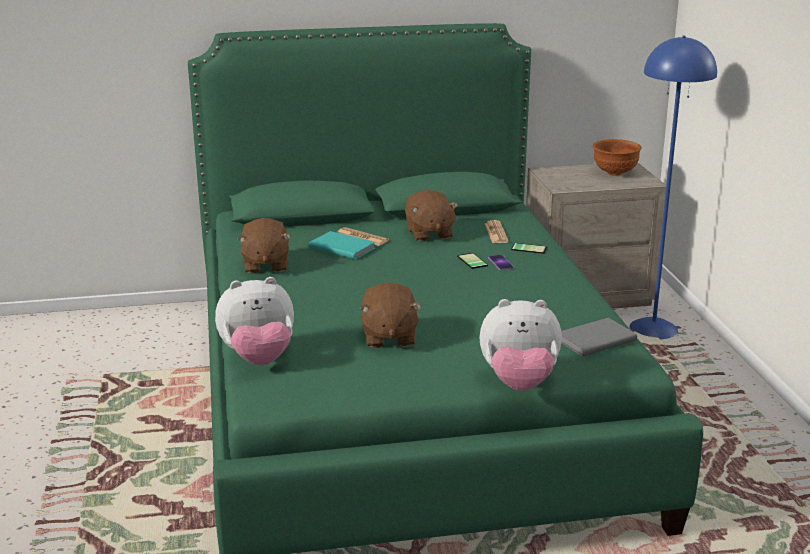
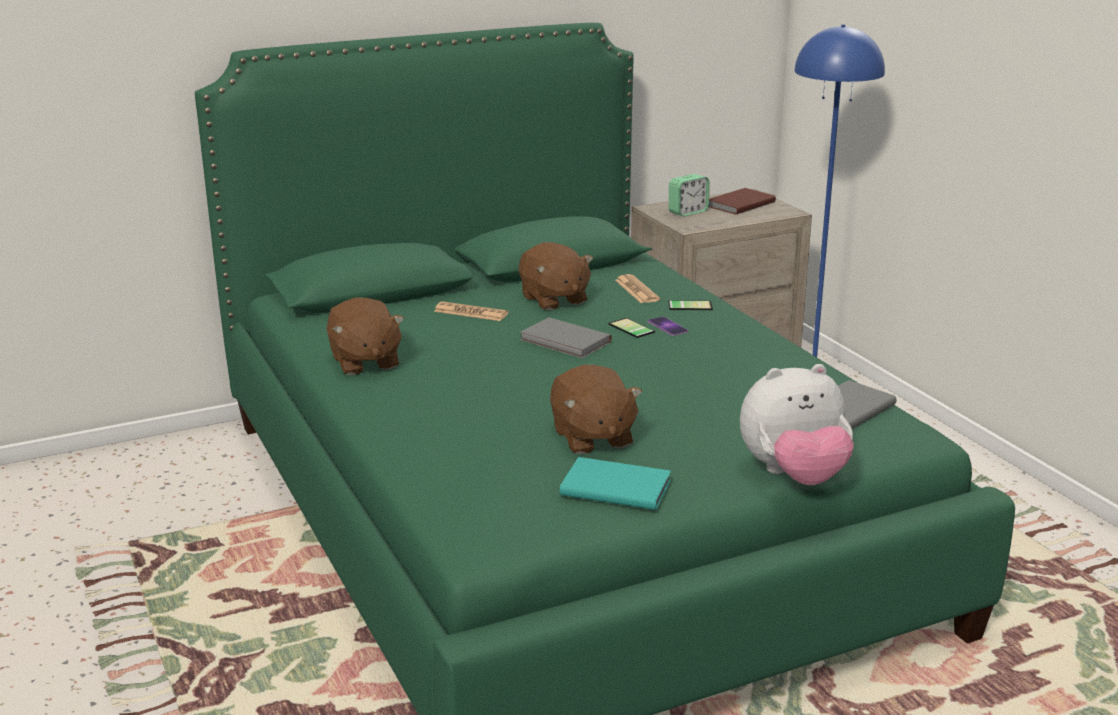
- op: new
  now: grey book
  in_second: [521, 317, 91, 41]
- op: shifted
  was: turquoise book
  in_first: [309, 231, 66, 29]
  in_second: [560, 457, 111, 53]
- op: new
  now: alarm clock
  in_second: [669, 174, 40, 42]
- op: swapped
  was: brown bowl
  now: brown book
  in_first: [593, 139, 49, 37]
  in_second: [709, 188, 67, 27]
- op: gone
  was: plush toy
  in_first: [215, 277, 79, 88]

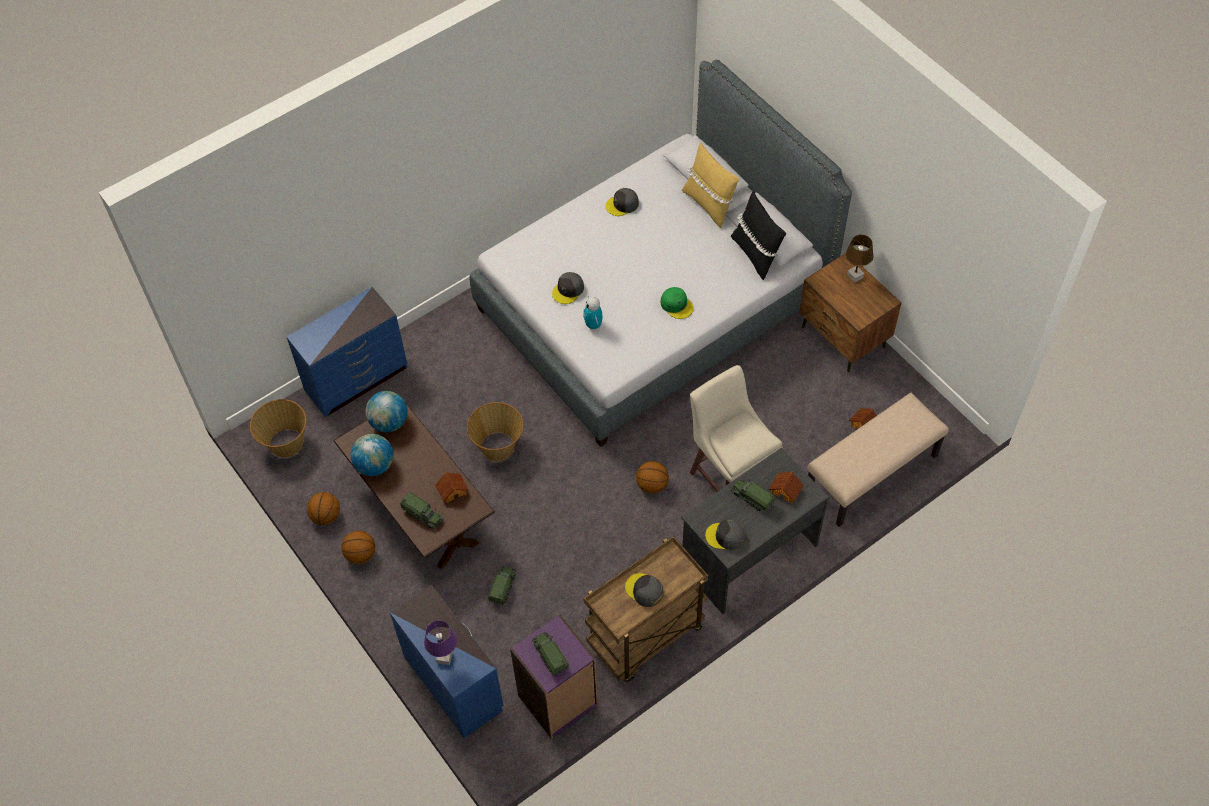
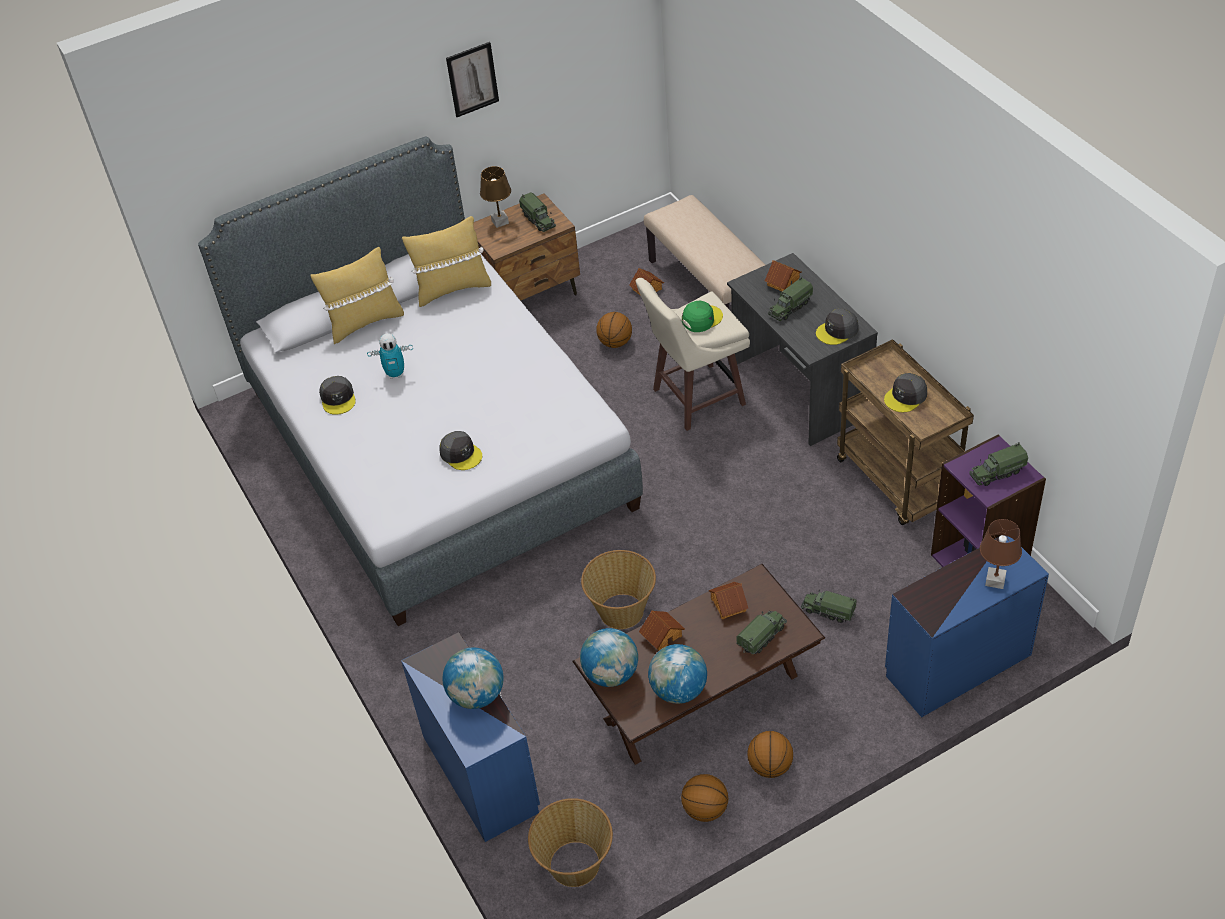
- op: shifted
  was: toy robot
  in_first: [583, 296, 20, 34]
  in_second: [367, 333, 46, 46]
- op: repainted
  was: black pillow
  now: yellow pillow
  in_first: [731, 191, 55, 89]
  in_second: [402, 216, 89, 91]
- op: new
  now: globe
  in_second: [442, 648, 62, 61]
- op: new
  now: picture
  in_second: [446, 42, 53, 75]
- op: new
  now: toy truck
  in_second: [519, 192, 37, 40]
- op: shifted
  was: basketball
  in_first: [636, 461, 33, 33]
  in_second: [596, 312, 36, 36]
- op: new
  now: toy house
  in_second: [639, 610, 46, 41]
- op: shifted
  was: green cap
  in_first: [660, 287, 34, 32]
  in_second: [682, 301, 41, 31]
- op: rotated
  was: grey cap
  in_first: [705, 519, 40, 31]
  in_second: [816, 309, 43, 36]
  clockwise: 45
- op: repainted
  was: purple table lamp
  now: brown table lamp
  in_first: [424, 620, 33, 45]
  in_second: [980, 519, 42, 70]

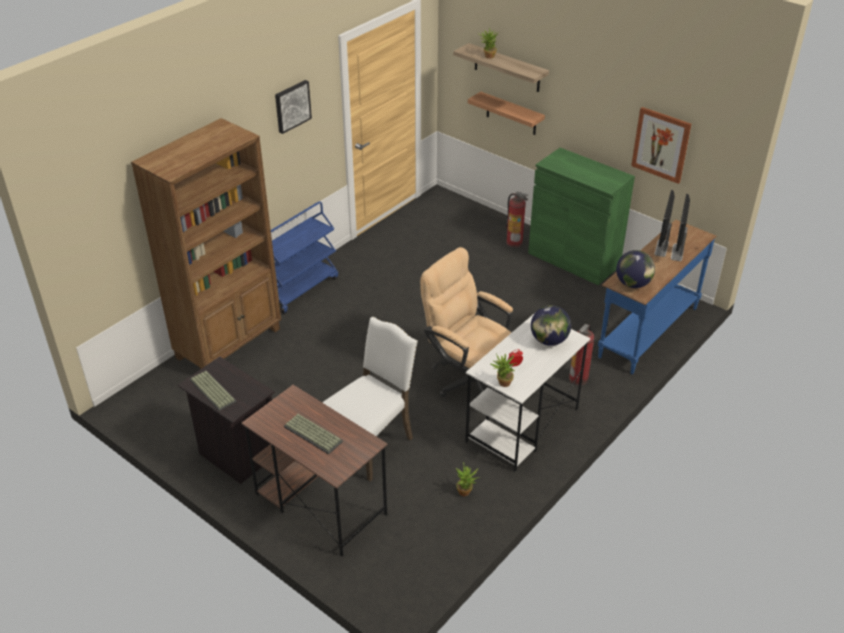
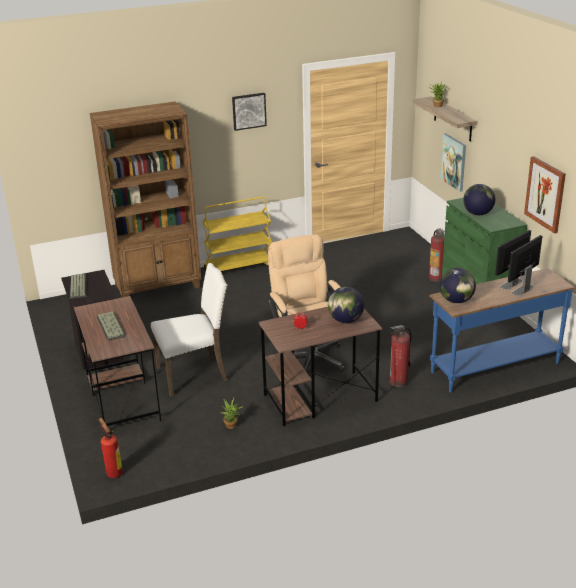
- op: new
  now: fire extinguisher
  in_second: [98, 417, 25, 61]
- op: repainted
  was: blue cart
  now: yellow cart
  in_first: [271, 201, 67, 113]
  in_second: [202, 196, 70, 75]
- op: repainted
  was: white desk
  now: brown desk
  in_first: [465, 313, 125, 159]
  in_second: [259, 307, 123, 119]
- op: swapped
  was: shelf
  now: picture
  in_first: [468, 92, 77, 43]
  in_second: [440, 133, 26, 59]
- op: new
  now: globe
  in_second: [463, 184, 32, 31]
- op: gone
  was: potted plant
  in_first: [491, 354, 26, 33]

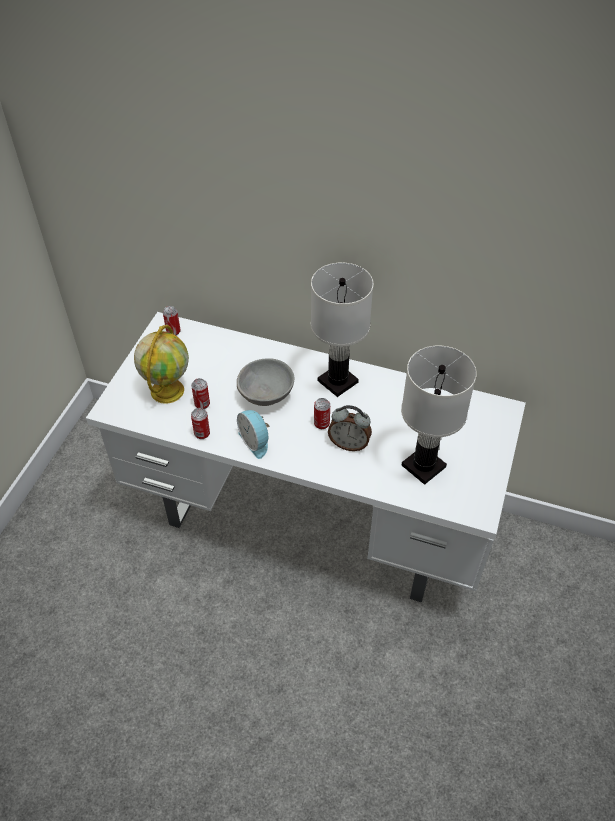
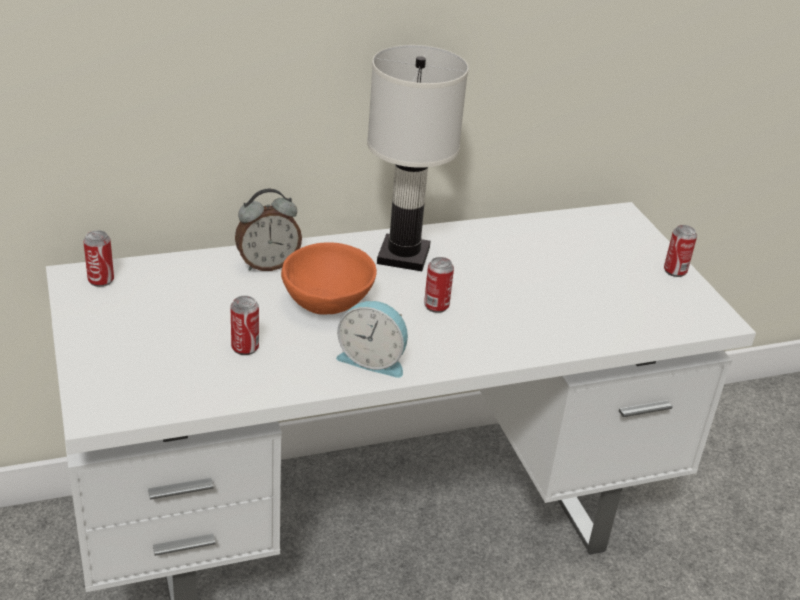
- op: shifted
  was: alarm clock
  in_first: [328, 405, 44, 46]
  in_second: [235, 189, 67, 82]
- op: repainted
  was: grey bowl
  now: orange bowl
  in_first: [237, 358, 58, 48]
  in_second: [281, 242, 96, 72]
- op: shifted
  was: can
  in_first: [191, 408, 19, 31]
  in_second: [664, 225, 33, 52]
- op: gone
  was: globe
  in_first: [134, 325, 55, 79]
- op: gone
  was: white table lamp
  in_first: [401, 346, 76, 139]

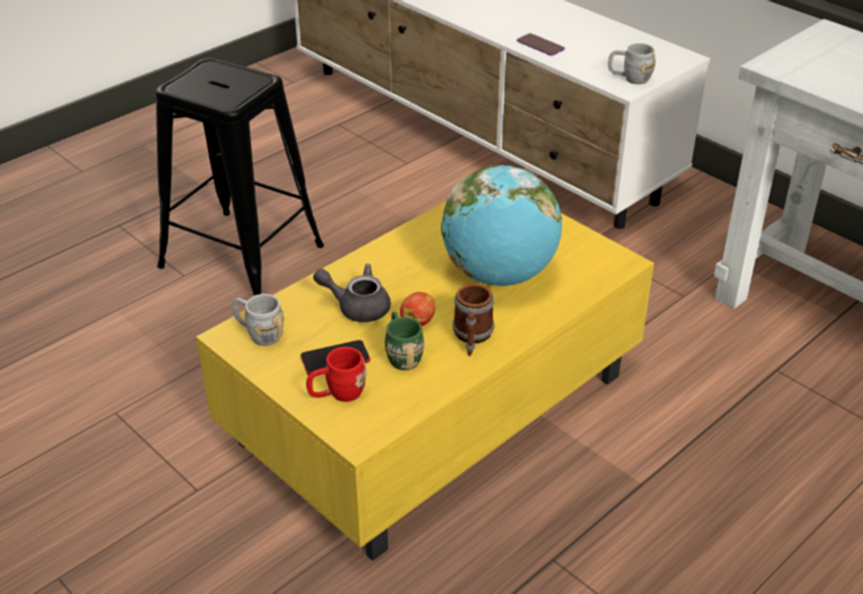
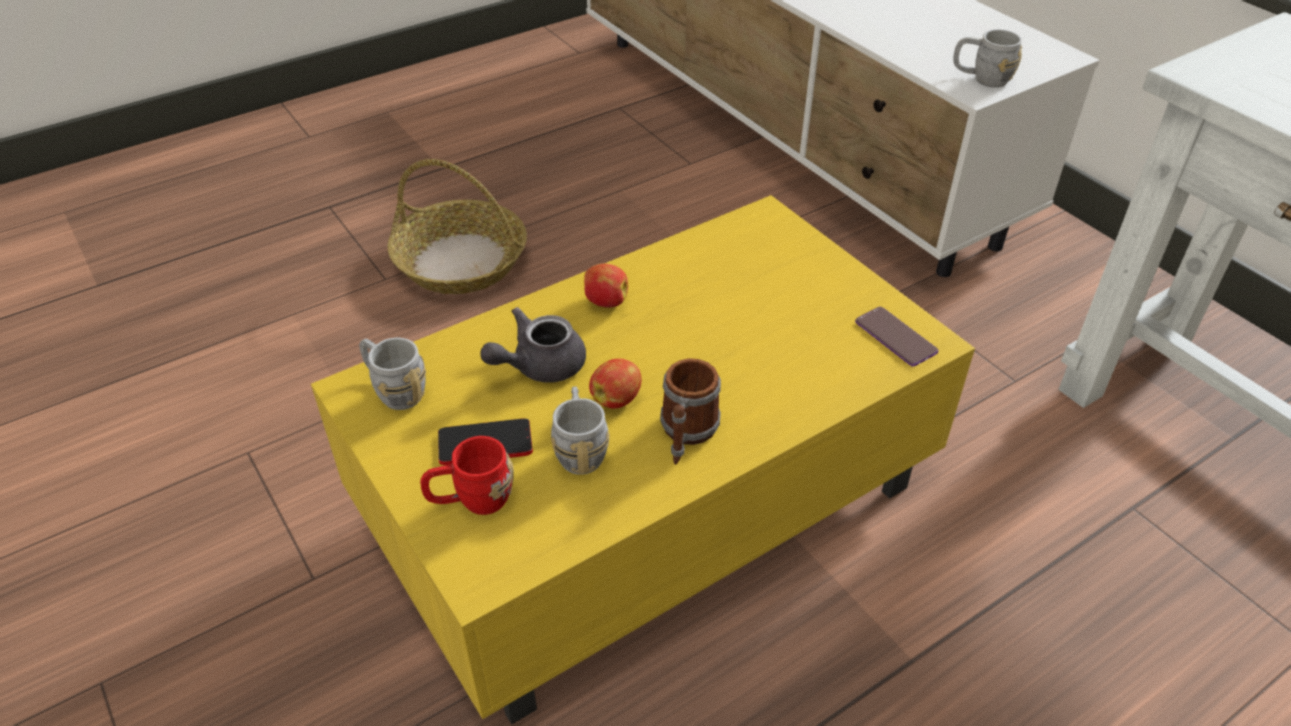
- op: swapped
  was: black stool
  now: basket
  in_first: [156, 58, 168, 238]
  in_second: [388, 159, 139, 135]
- op: rotated
  was: grey teapot
  in_first: [313, 264, 78, 58]
  in_second: [480, 307, 106, 76]
  clockwise: -60
- op: repainted
  was: green mug
  now: grey mug
  in_first: [385, 312, 40, 58]
  in_second: [551, 386, 58, 89]
- op: new
  now: apple
  in_second: [584, 263, 44, 45]
- op: shifted
  was: phone
  in_first: [517, 33, 48, 23]
  in_second: [855, 307, 84, 60]
- op: gone
  was: globe
  in_first: [441, 165, 121, 121]

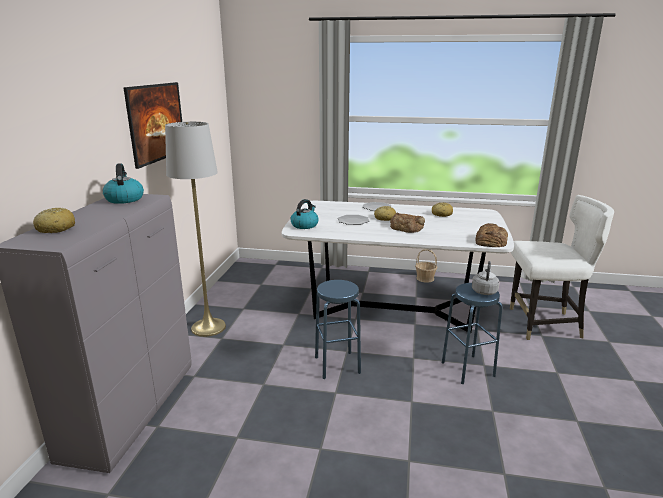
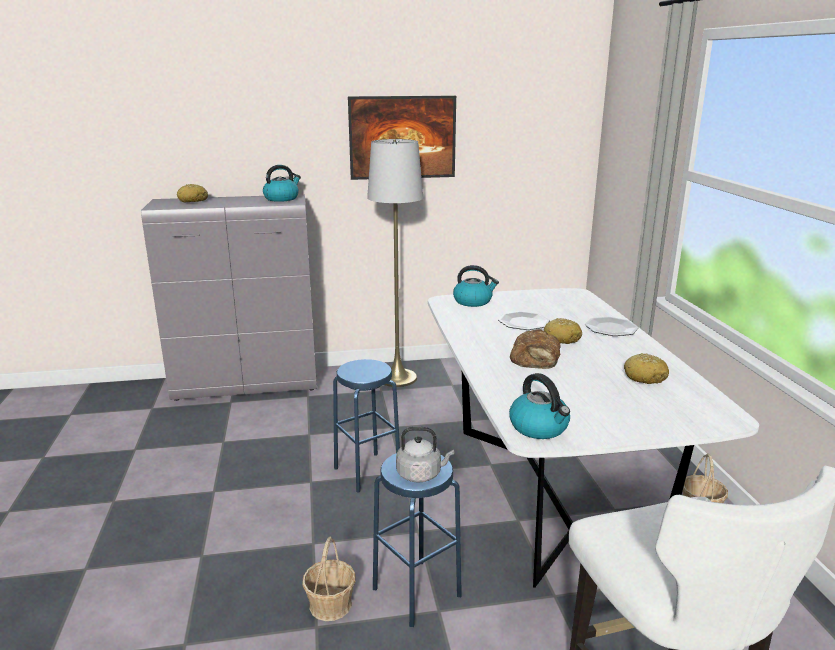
- op: new
  now: basket
  in_second: [302, 537, 54, 84]
- op: swapped
  was: bread
  now: kettle
  in_first: [475, 223, 33, 24]
  in_second: [509, 373, 61, 66]

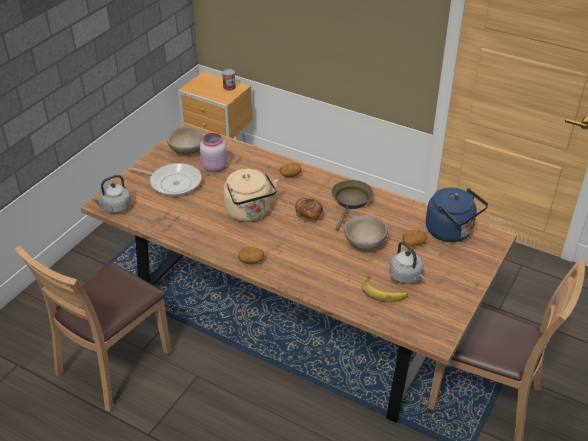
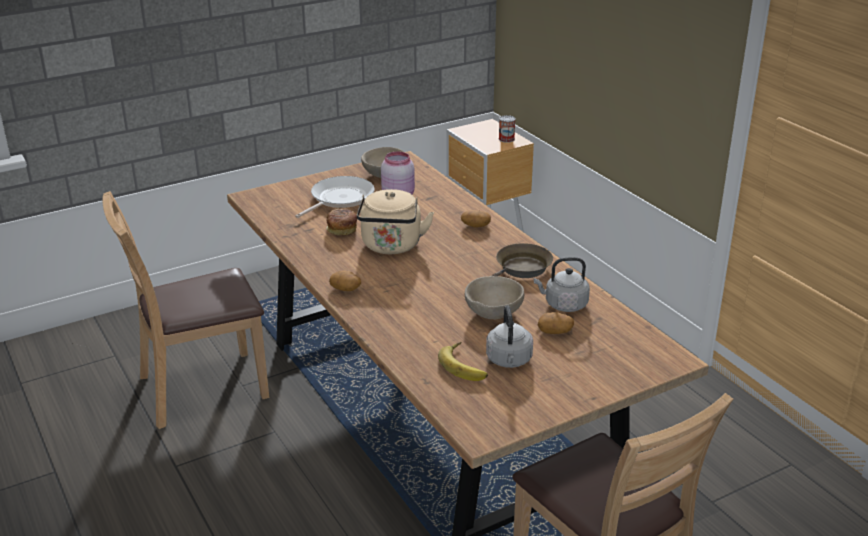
- op: rotated
  was: frying pan
  in_first: [128, 163, 74, 33]
  in_second: [295, 176, 79, 42]
  clockwise: -105
- op: shifted
  was: bread
  in_first: [295, 198, 28, 24]
  in_second: [326, 208, 31, 28]
- op: shifted
  was: grey kettle
  in_first: [90, 175, 42, 38]
  in_second: [534, 257, 56, 55]
- op: gone
  was: blue kettle
  in_first: [426, 188, 62, 54]

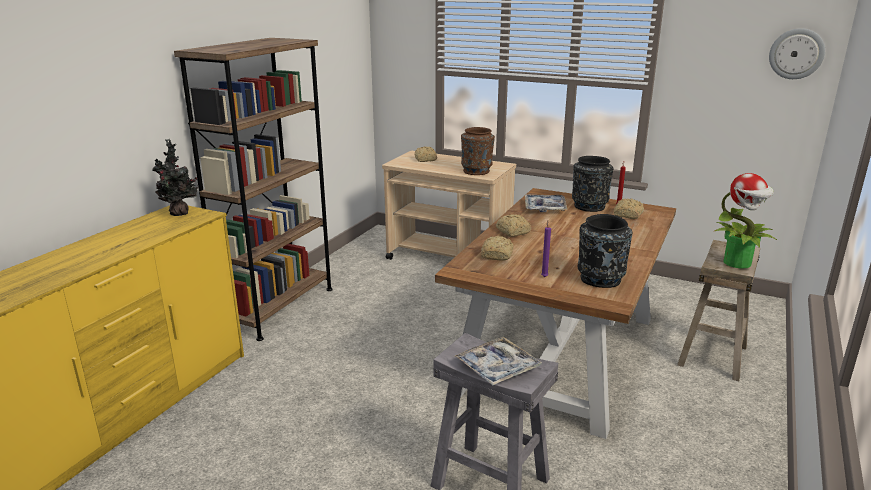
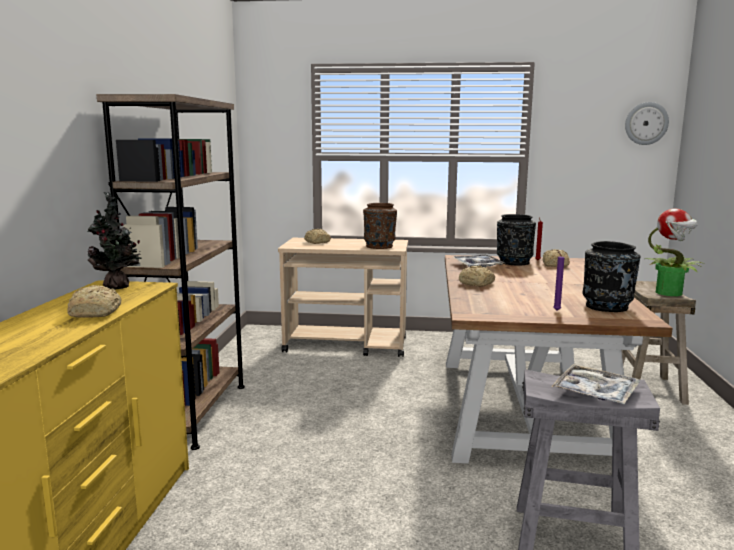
- op: shifted
  was: bread
  in_first: [481, 236, 33, 25]
  in_second: [67, 285, 54, 33]

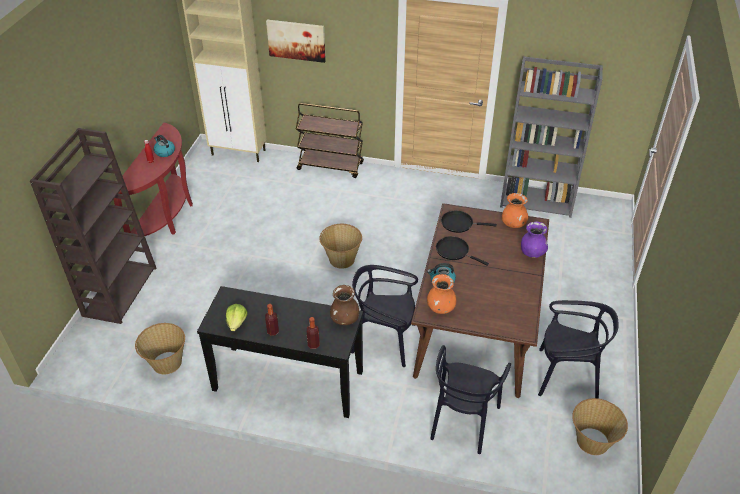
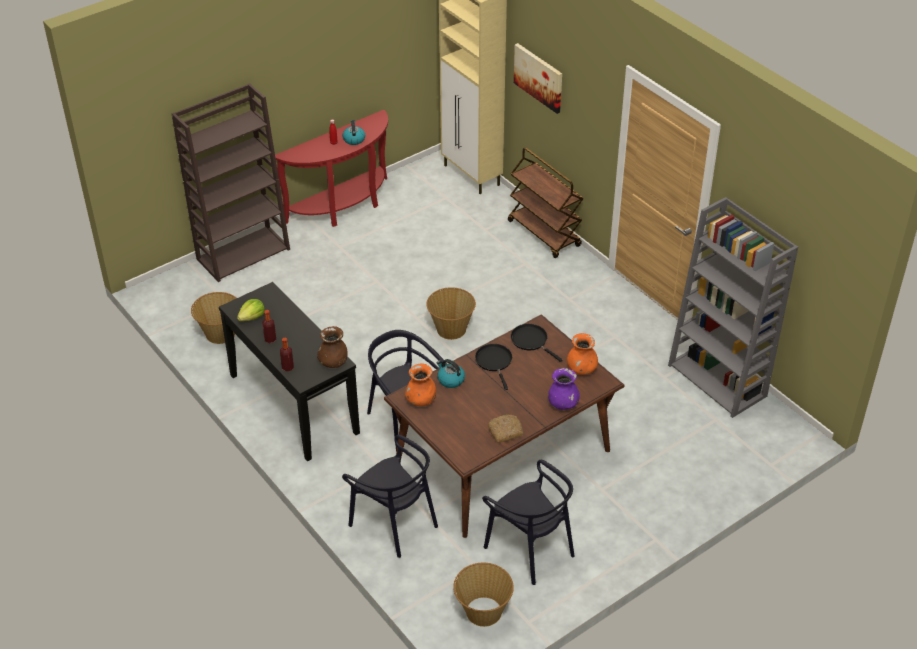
- op: rotated
  was: black chair
  in_first: [430, 345, 81, 109]
  in_second: [342, 435, 96, 123]
  clockwise: -105
- op: new
  now: bread
  in_second: [488, 415, 35, 28]

